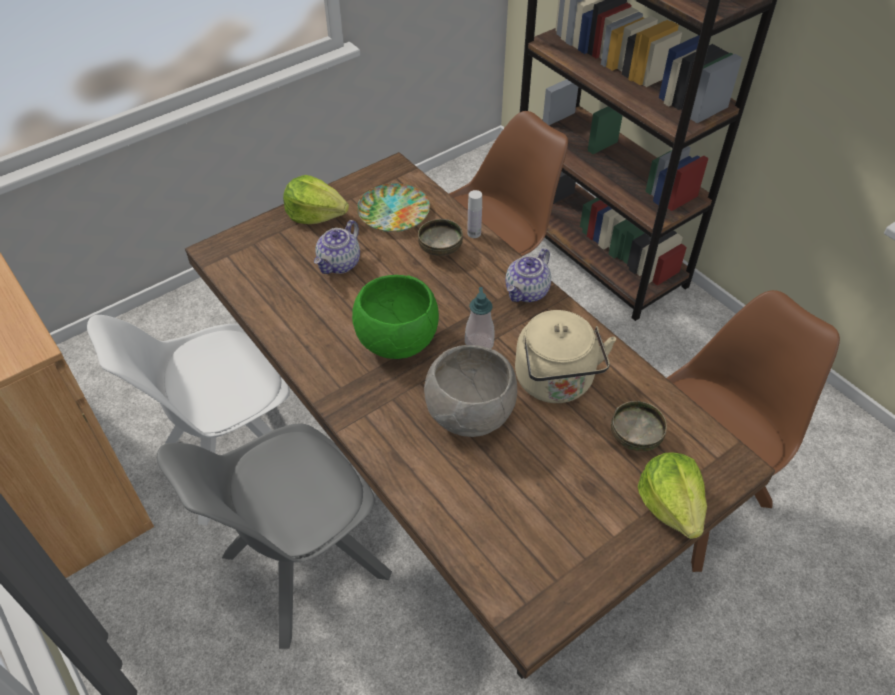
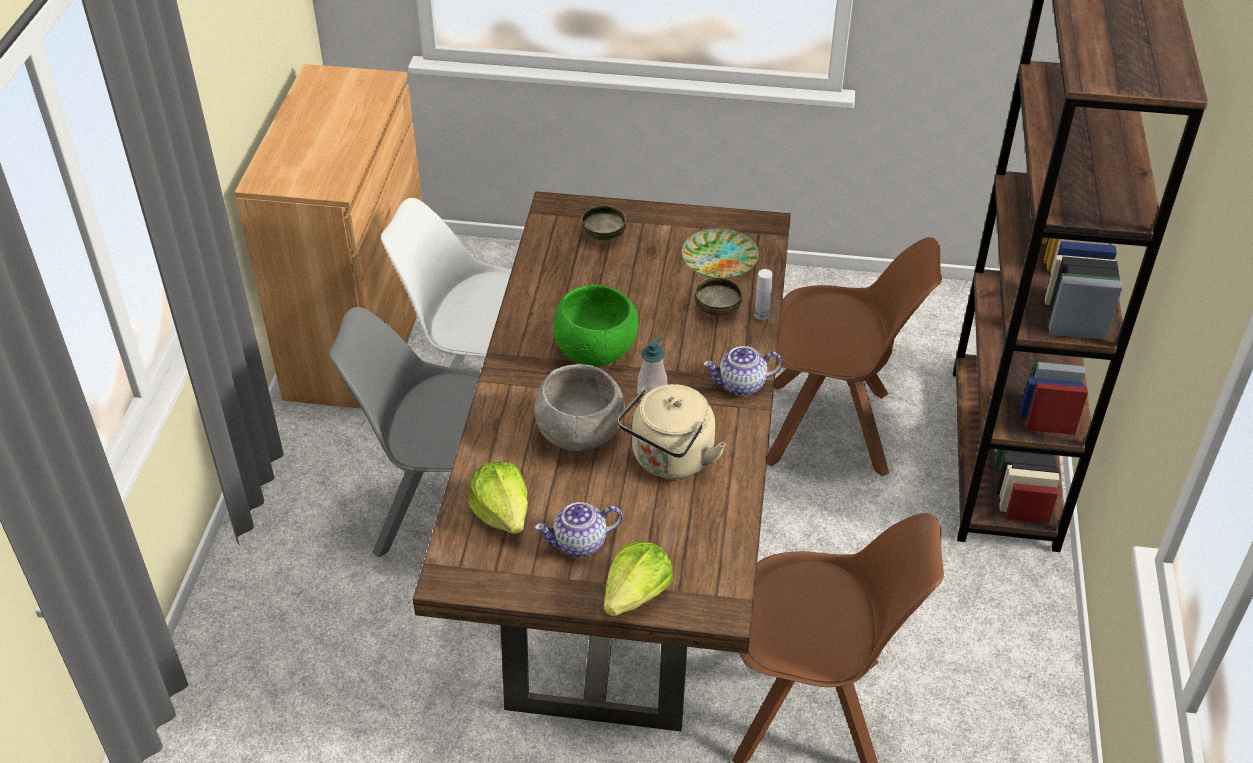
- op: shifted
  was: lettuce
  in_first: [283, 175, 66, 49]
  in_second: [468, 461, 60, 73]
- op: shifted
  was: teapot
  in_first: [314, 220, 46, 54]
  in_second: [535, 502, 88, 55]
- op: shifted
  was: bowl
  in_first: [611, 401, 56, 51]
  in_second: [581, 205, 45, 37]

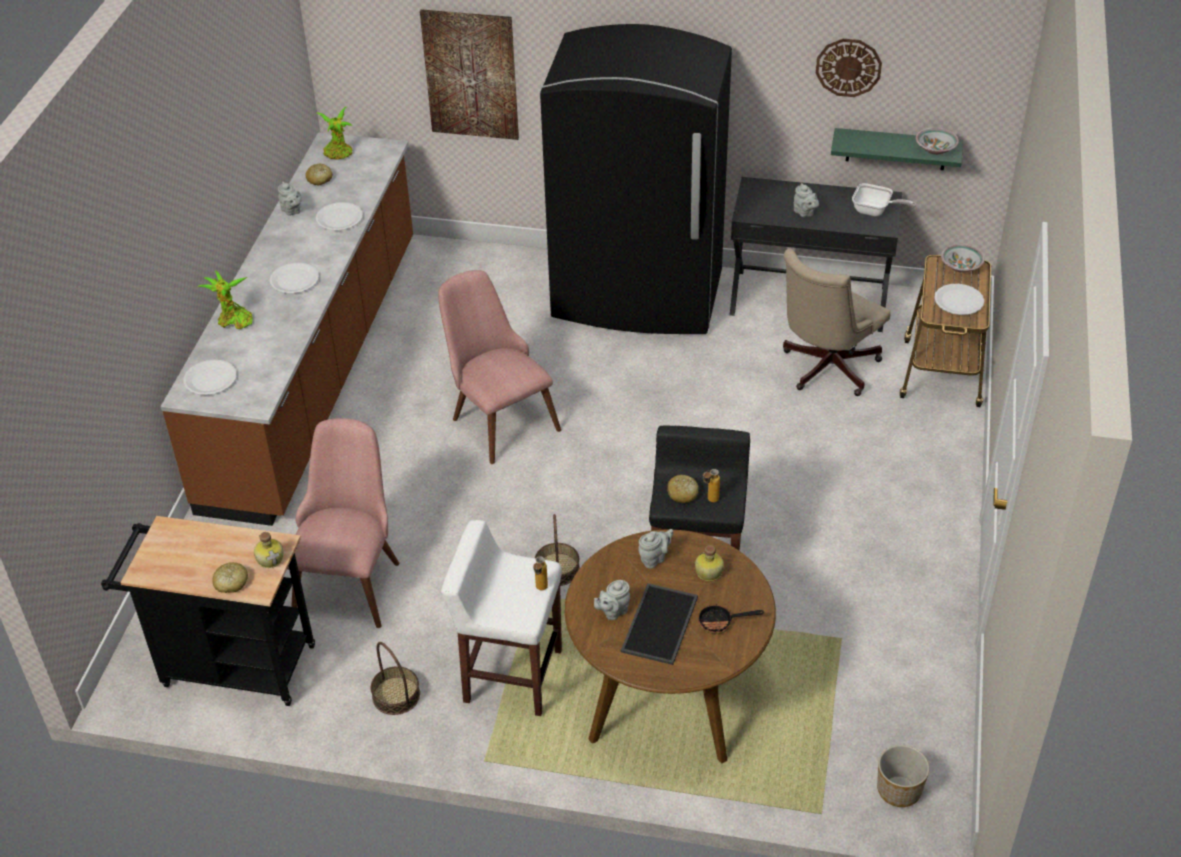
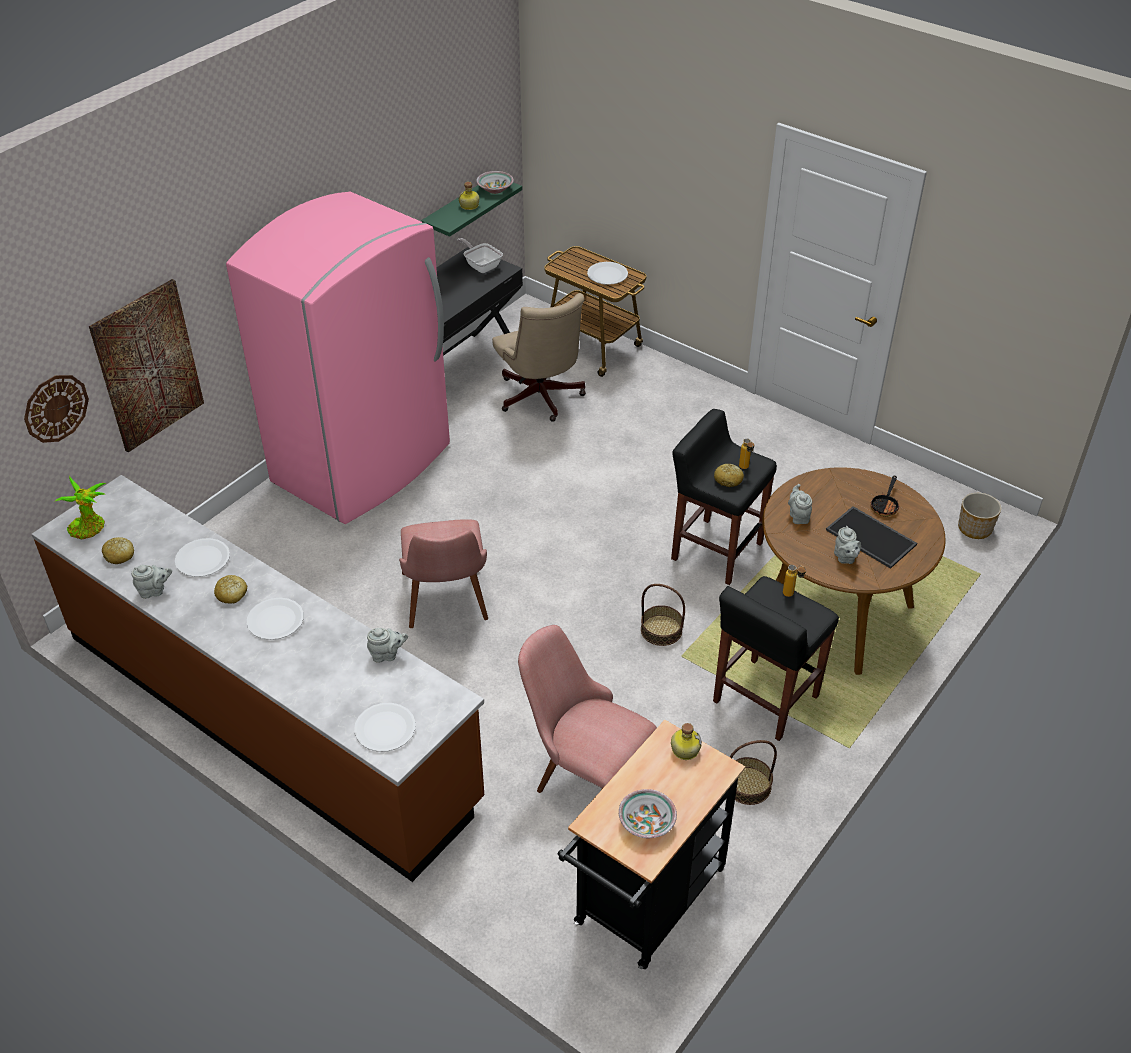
- op: shifted
  was: wall clock
  in_first: [816, 39, 66, 58]
  in_second: [24, 375, 65, 68]
- op: shifted
  was: bread
  in_first: [212, 562, 36, 31]
  in_second: [214, 575, 33, 29]
- op: repainted
  was: black fridge
  now: pink fridge
  in_first: [540, 24, 192, 310]
  in_second: [226, 192, 224, 332]
- op: shifted
  was: grey teapot
  in_first: [794, 183, 25, 34]
  in_second: [367, 628, 41, 35]
- op: rotated
  was: pink chair
  in_first: [438, 270, 123, 194]
  in_second: [399, 519, 89, 109]
  clockwise: -90
- op: rotated
  was: frying pan
  in_first: [852, 183, 64, 33]
  in_second: [457, 238, 46, 35]
  clockwise: -90
- op: shifted
  was: bottle
  in_first: [695, 545, 29, 36]
  in_second: [459, 182, 20, 28]
- op: shifted
  was: bowl
  in_first: [941, 244, 44, 28]
  in_second: [619, 789, 58, 49]
- op: repainted
  was: white stool
  now: black stool
  in_first: [441, 520, 121, 196]
  in_second: [713, 576, 126, 165]
- op: gone
  was: potted plant
  in_first: [198, 271, 55, 58]

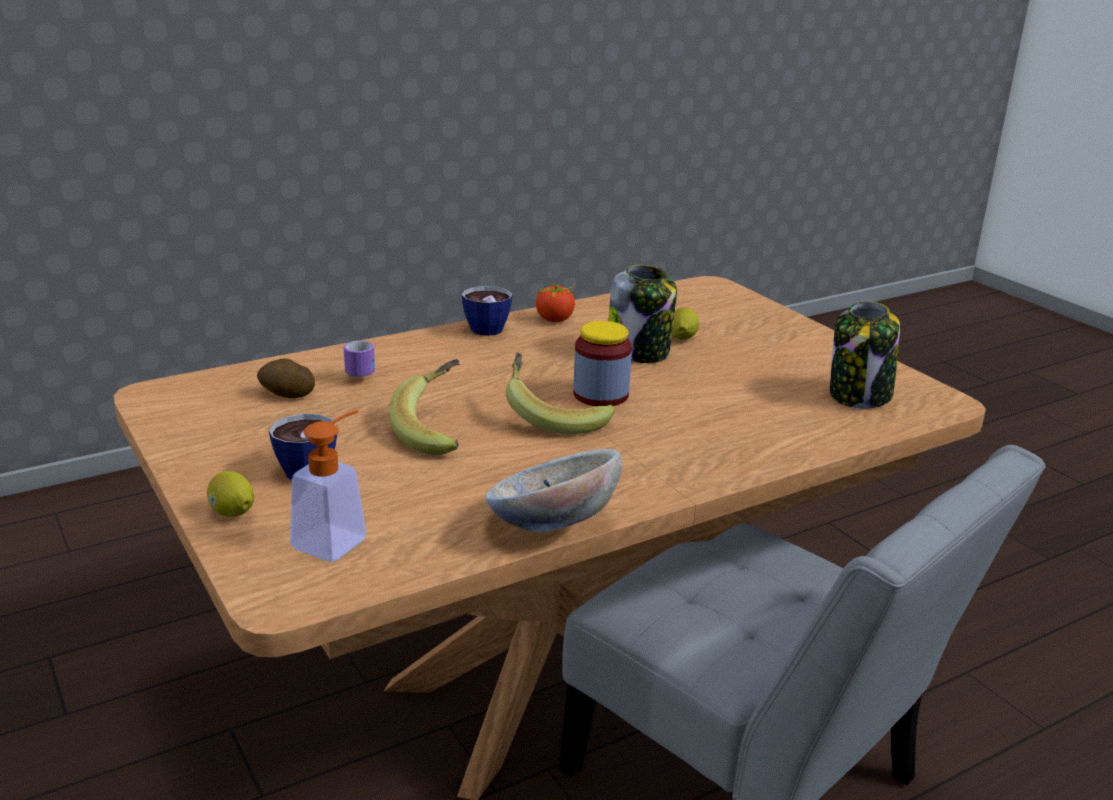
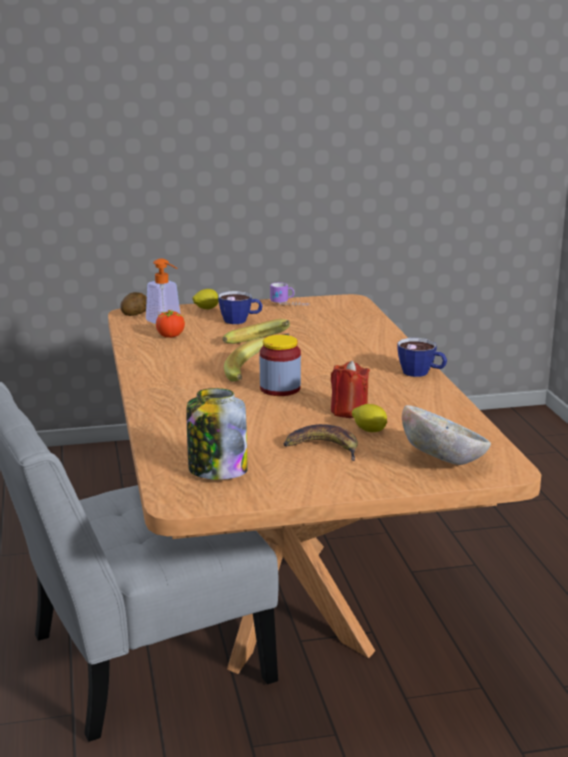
- op: shifted
  was: potato
  in_first: [257, 358, 58, 40]
  in_second: [120, 292, 27, 24]
- op: shifted
  was: tomato
  in_first: [535, 283, 42, 39]
  in_second: [156, 309, 29, 29]
- op: shifted
  was: mug
  in_first: [344, 340, 31, 38]
  in_second: [270, 282, 39, 24]
- op: new
  now: banana
  in_second: [283, 424, 75, 37]
- op: swapped
  was: jar
  now: red candle
  in_first: [608, 265, 69, 98]
  in_second: [331, 361, 39, 57]
- op: shifted
  was: bowl
  in_first: [486, 449, 136, 84]
  in_second: [402, 405, 89, 60]

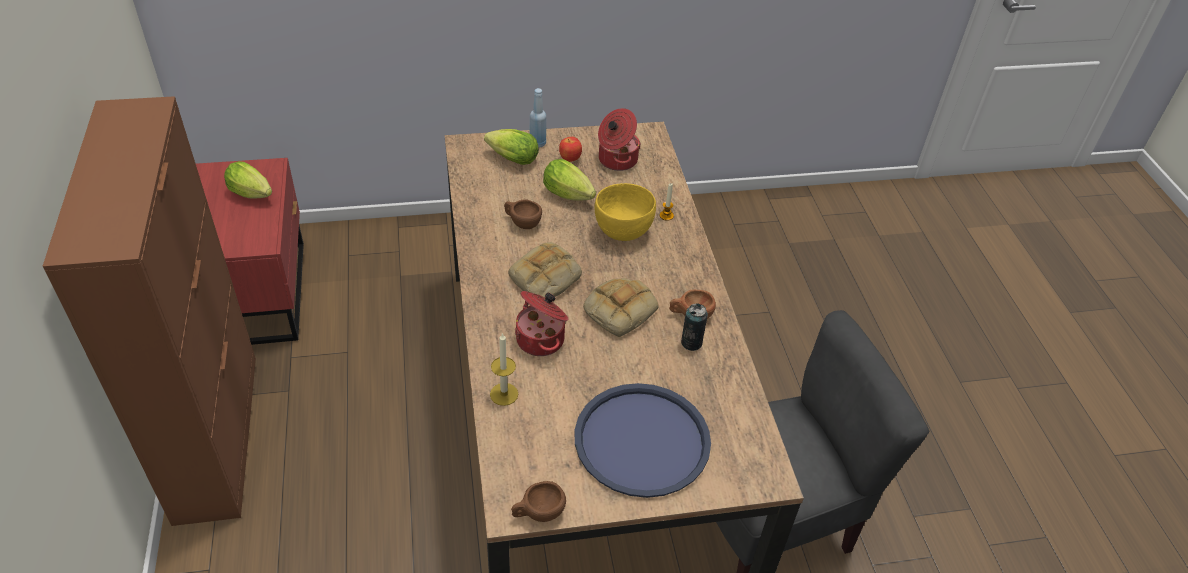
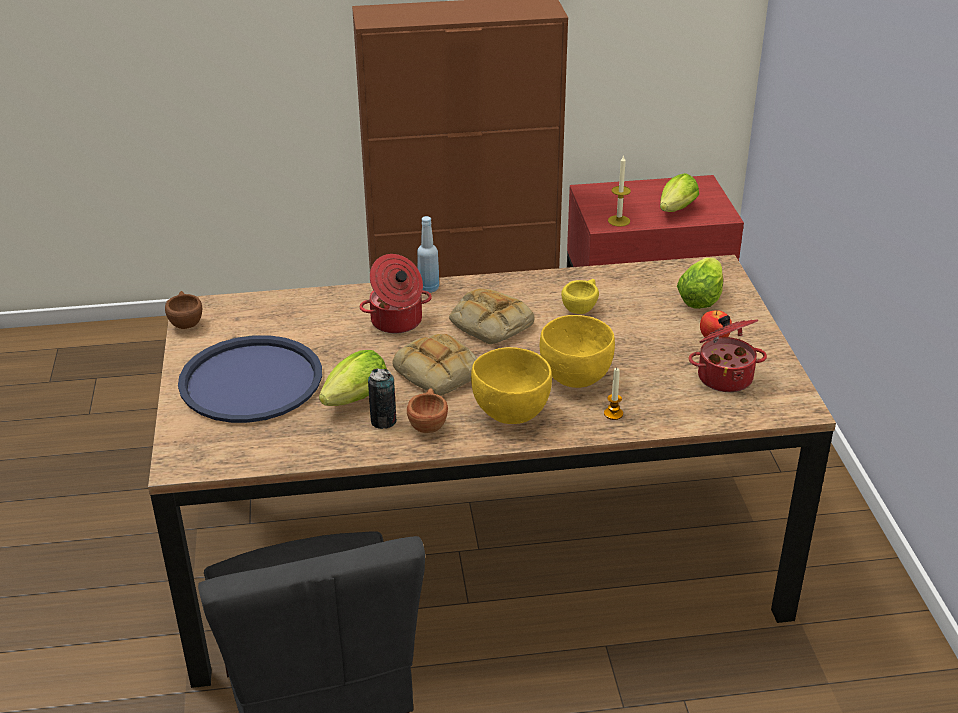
- op: shifted
  was: lettuce
  in_first: [543, 159, 53, 41]
  in_second: [319, 350, 68, 56]
- op: shifted
  was: blue bottle
  in_first: [529, 88, 17, 60]
  in_second: [417, 216, 22, 77]
- op: new
  now: yellow bowl
  in_second: [471, 347, 81, 77]
- op: repainted
  was: brown cup
  now: yellow cup
  in_first: [504, 200, 38, 29]
  in_second: [561, 279, 38, 35]
- op: shifted
  was: candle
  in_first: [490, 333, 28, 73]
  in_second: [608, 155, 23, 72]

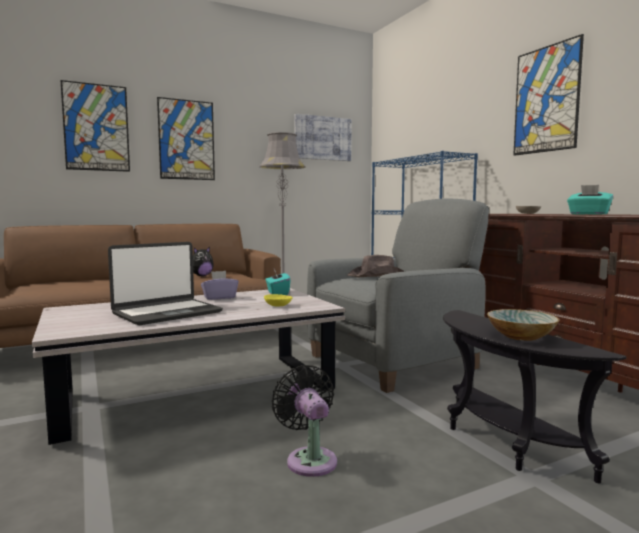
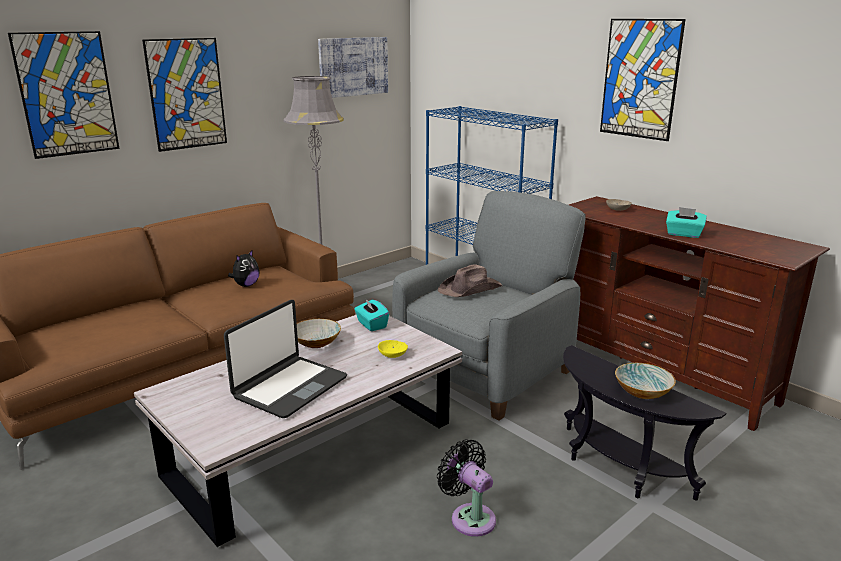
- op: swapped
  was: purple tissue box
  now: bowl
  in_first: [201, 271, 37, 29]
  in_second: [297, 319, 44, 29]

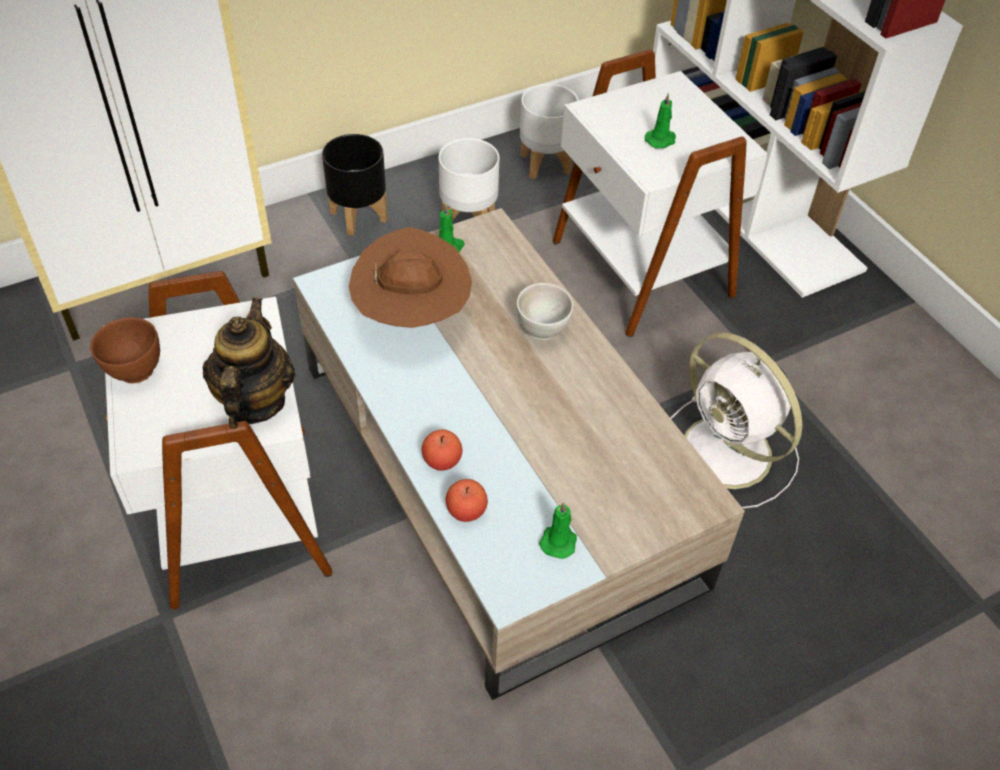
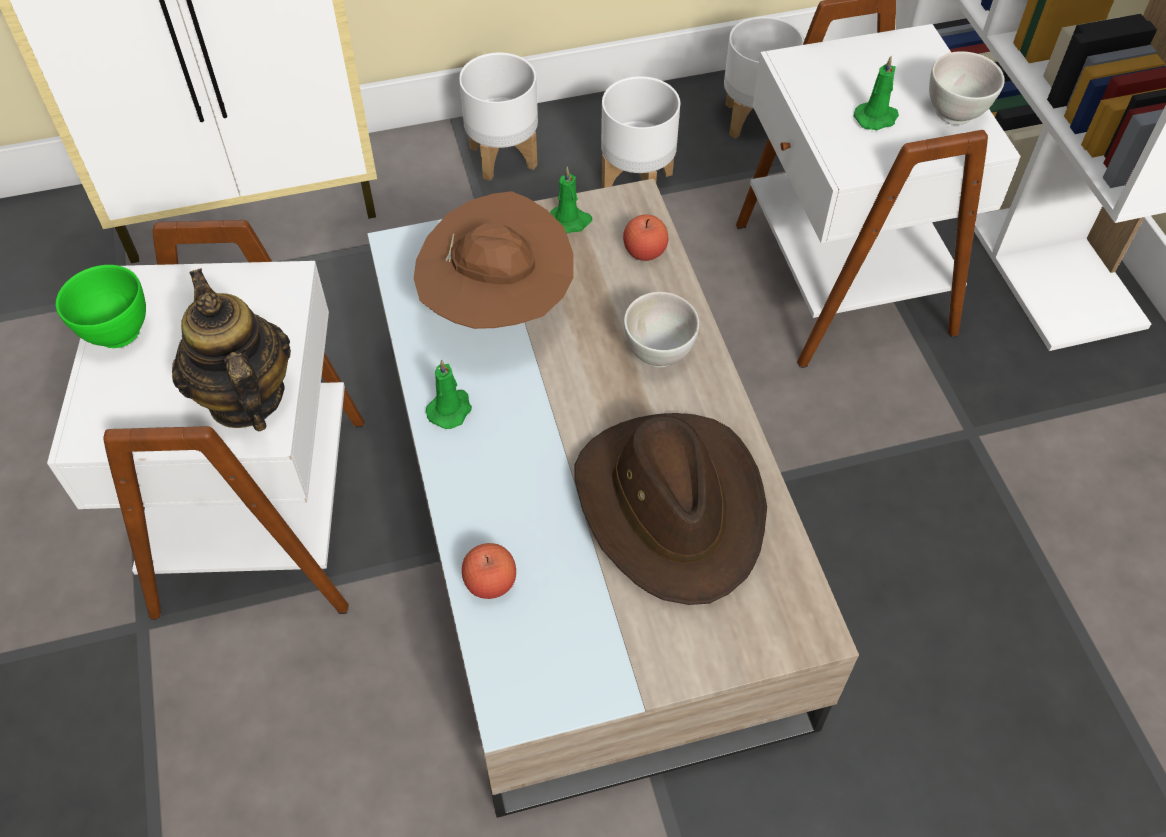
- op: repainted
  was: brown bowl
  now: green bowl
  in_first: [90, 317, 70, 66]
  in_second: [56, 265, 90, 83]
- op: rotated
  was: teapot
  in_first: [203, 297, 92, 132]
  in_second: [172, 268, 119, 163]
  clockwise: -45
- op: shifted
  was: green candle
  in_first: [539, 502, 38, 57]
  in_second: [426, 360, 46, 69]
- op: repainted
  was: black planter
  now: white planter
  in_first: [322, 134, 66, 102]
  in_second: [459, 52, 79, 129]
- op: new
  now: brown hat
  in_second: [574, 413, 193, 192]
- op: shifted
  was: apple
  in_first: [421, 429, 41, 42]
  in_second: [623, 214, 45, 47]
- op: new
  now: white bowl
  in_second: [929, 51, 76, 74]
- op: gone
  was: white fan
  in_first: [670, 333, 132, 176]

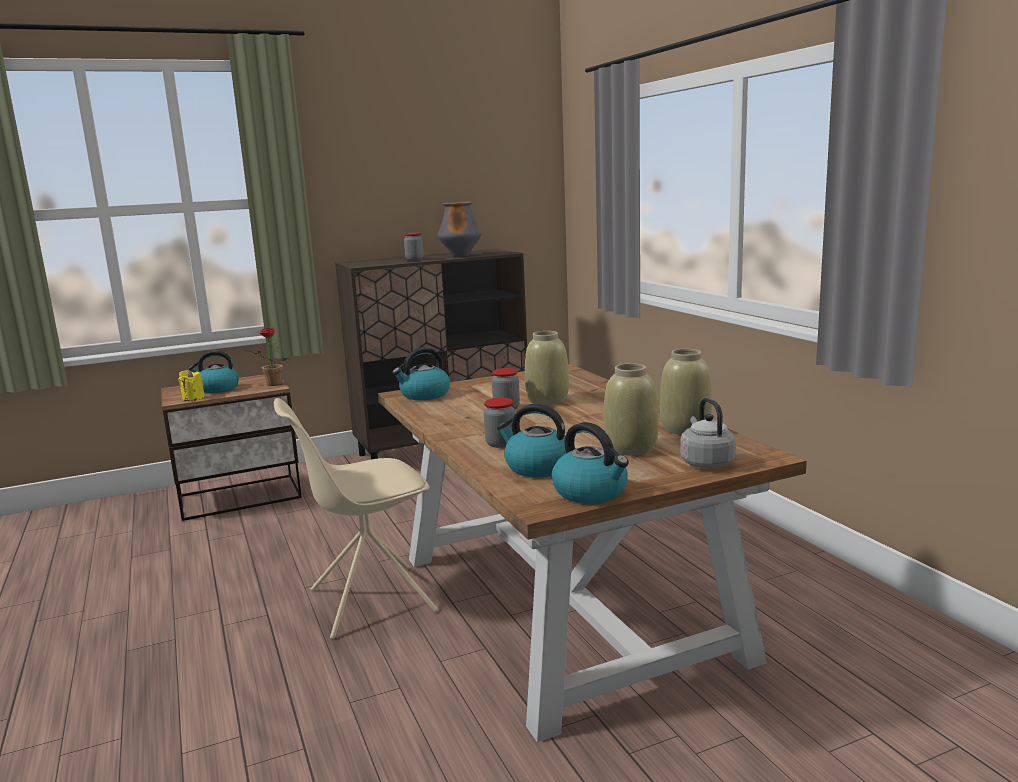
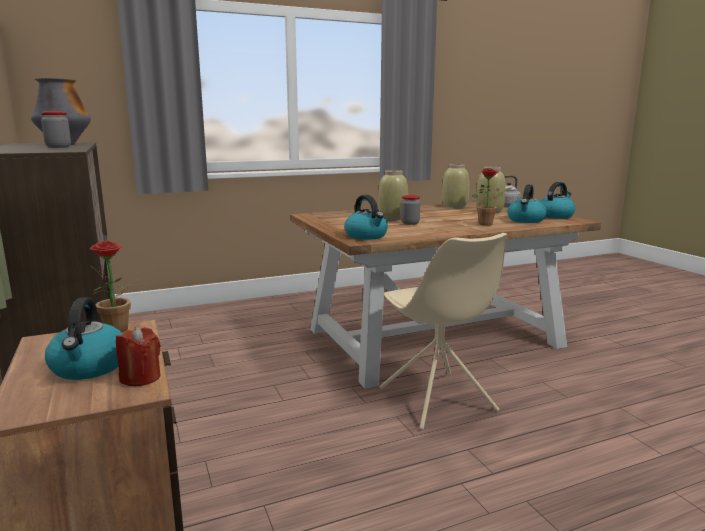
- op: repainted
  was: yellow candle
  now: red candle
  in_first: [179, 369, 26, 32]
  in_second: [116, 327, 45, 59]
- op: swapped
  was: jar
  now: potted plant
  in_first: [484, 398, 31, 50]
  in_second: [473, 168, 39, 58]

